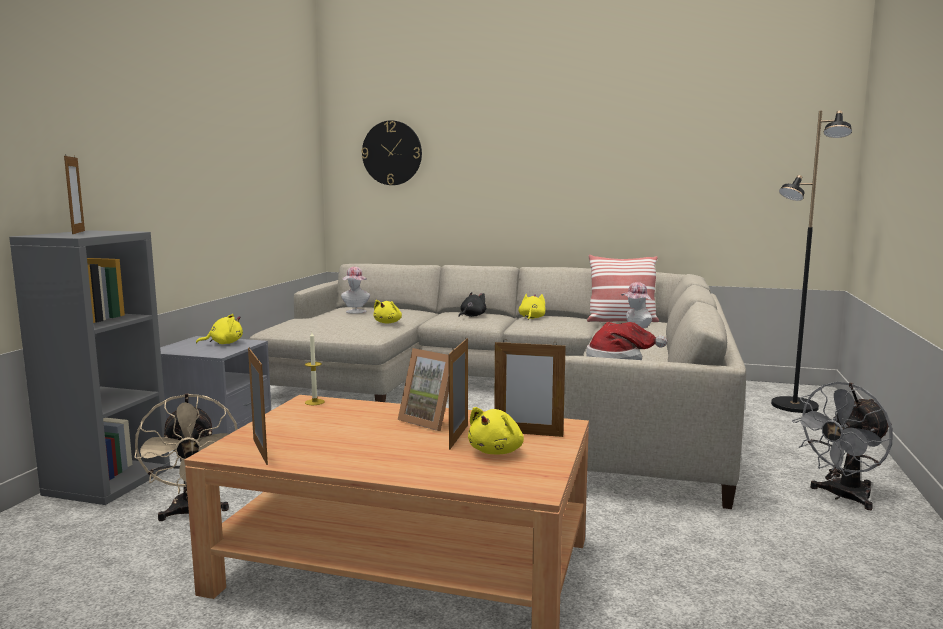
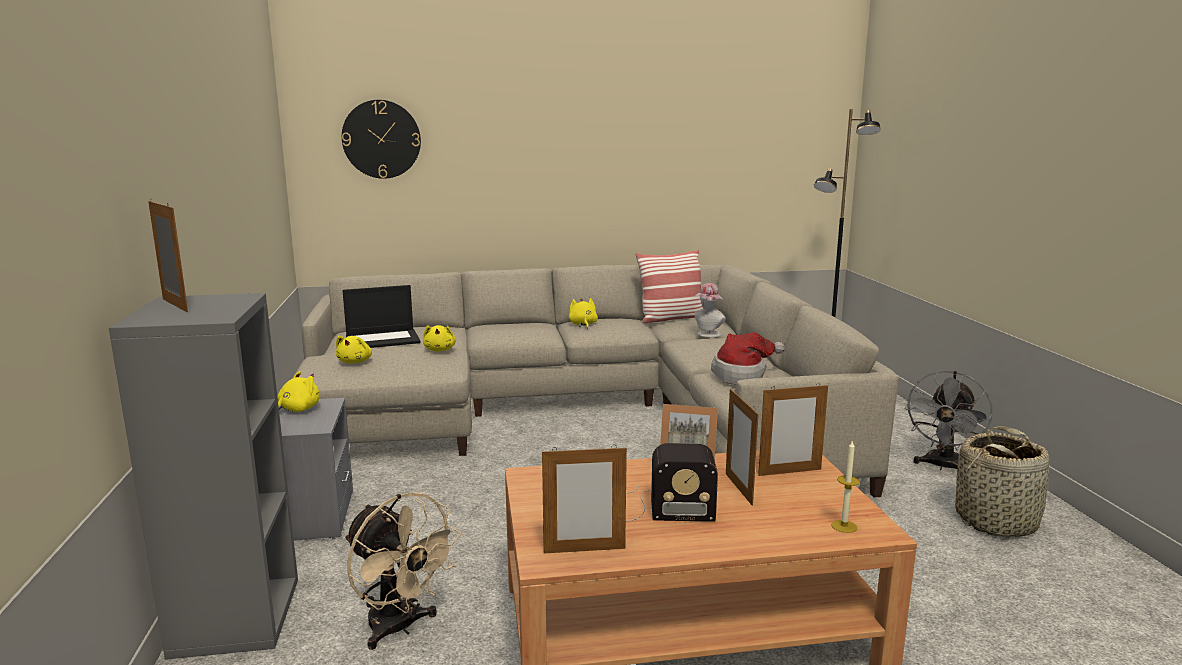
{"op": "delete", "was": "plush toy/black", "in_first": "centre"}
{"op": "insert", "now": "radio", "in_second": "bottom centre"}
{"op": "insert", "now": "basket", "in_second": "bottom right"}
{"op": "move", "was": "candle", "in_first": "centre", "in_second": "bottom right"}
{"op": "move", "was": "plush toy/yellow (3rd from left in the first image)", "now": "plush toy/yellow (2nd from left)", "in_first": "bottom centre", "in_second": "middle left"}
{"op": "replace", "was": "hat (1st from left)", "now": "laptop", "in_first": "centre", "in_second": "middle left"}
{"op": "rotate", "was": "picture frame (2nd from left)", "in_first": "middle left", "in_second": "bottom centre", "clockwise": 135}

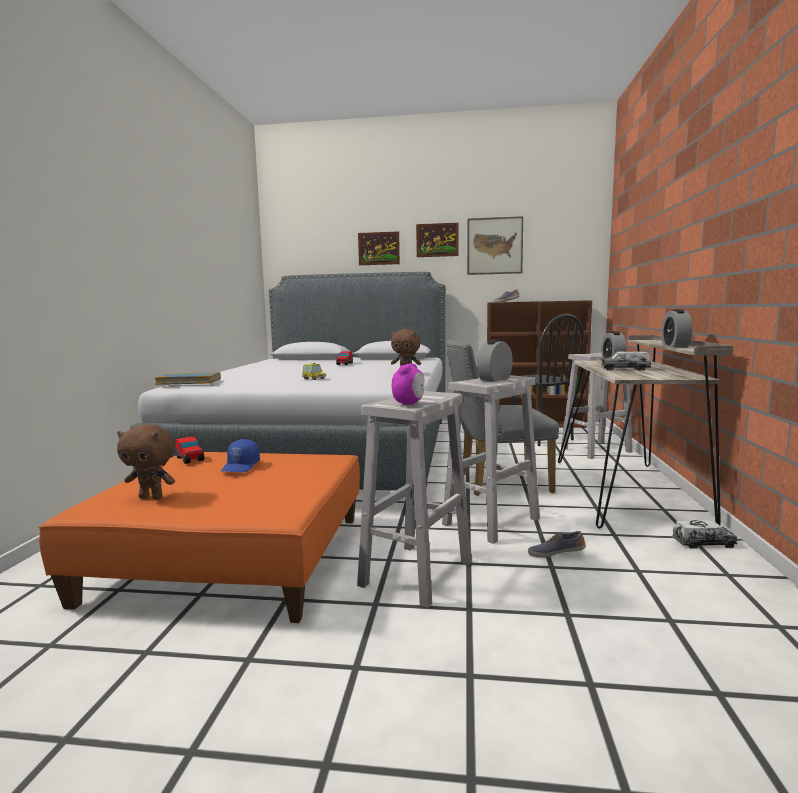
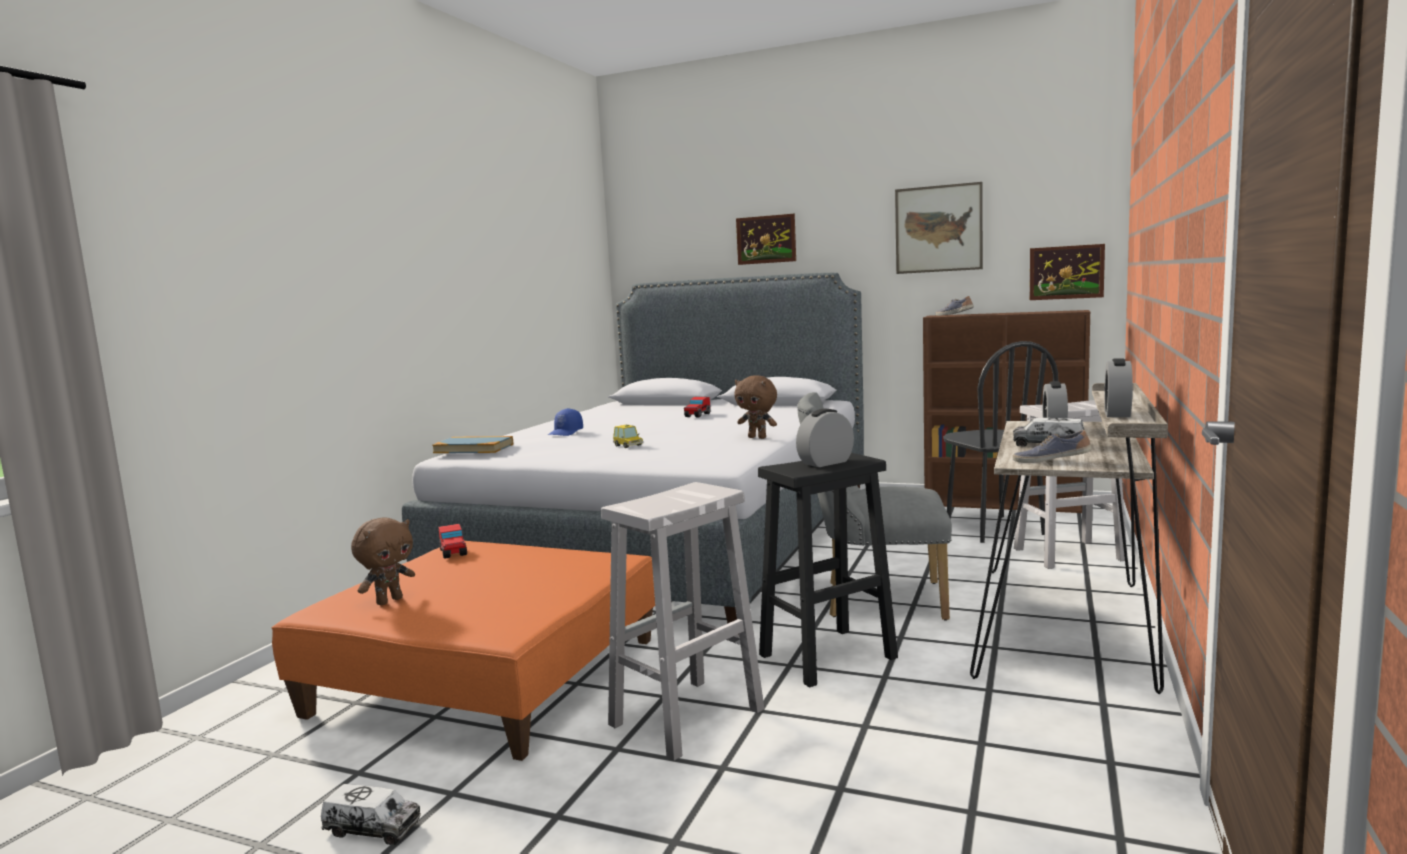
{"op": "delete", "was": "alarm clock (1st from left)", "in_first": "centre"}
{"op": "move", "was": "cap/blue", "in_first": "middle left", "in_second": "centre"}
{"op": "move", "was": "picture (2nd from left in the first image)", "now": "picture (3rd from left)", "in_first": "top centre", "in_second": "top right"}
{"op": "move", "was": "shoe (2nd from left)", "in_first": "bottom right", "in_second": "middle right"}
{"op": "move", "was": "toy truck (2nd from left in the first image)", "now": "toy truck (1st from left)", "in_first": "bottom right", "in_second": "bottom left"}
{"op": "recolor", "was": "stool/white (2nd from left)", "now": "stool/black", "in_first": "centre", "in_second": "bottom centre"}
{"op": "rotate", "was": "plush toy/brown (1st from left)", "in_first": "middle left", "in_second": "middle left", "clockwise": -75}

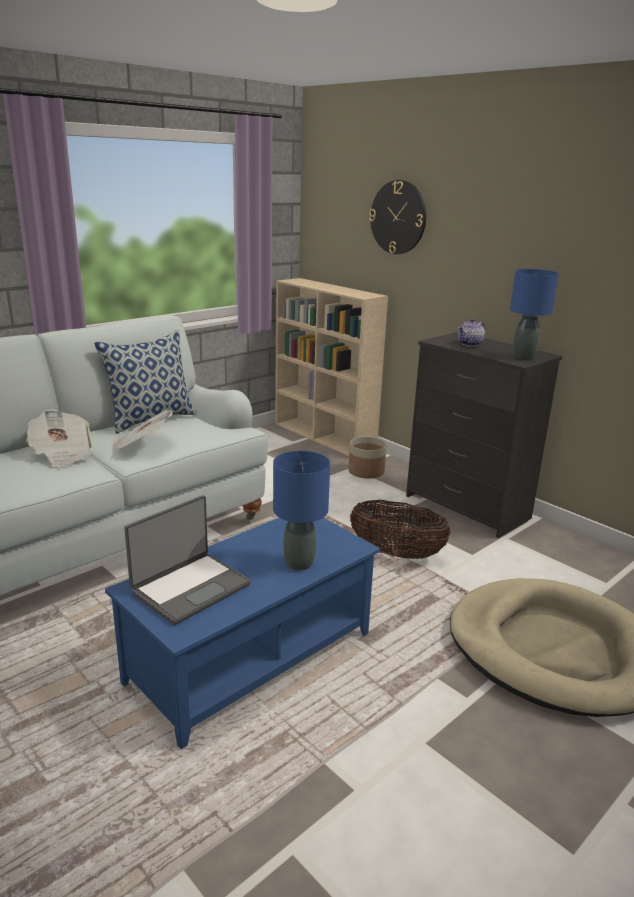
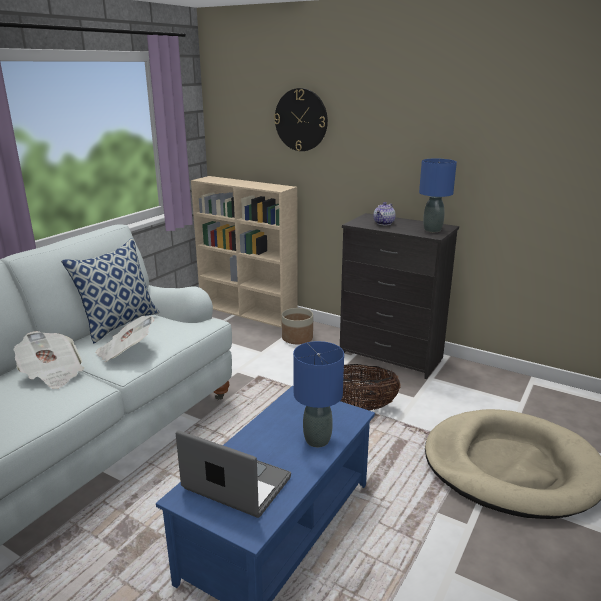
{"op": "rotate", "was": "laptop", "in_first": "middle left", "in_second": "bottom centre", "clockwise": -90}

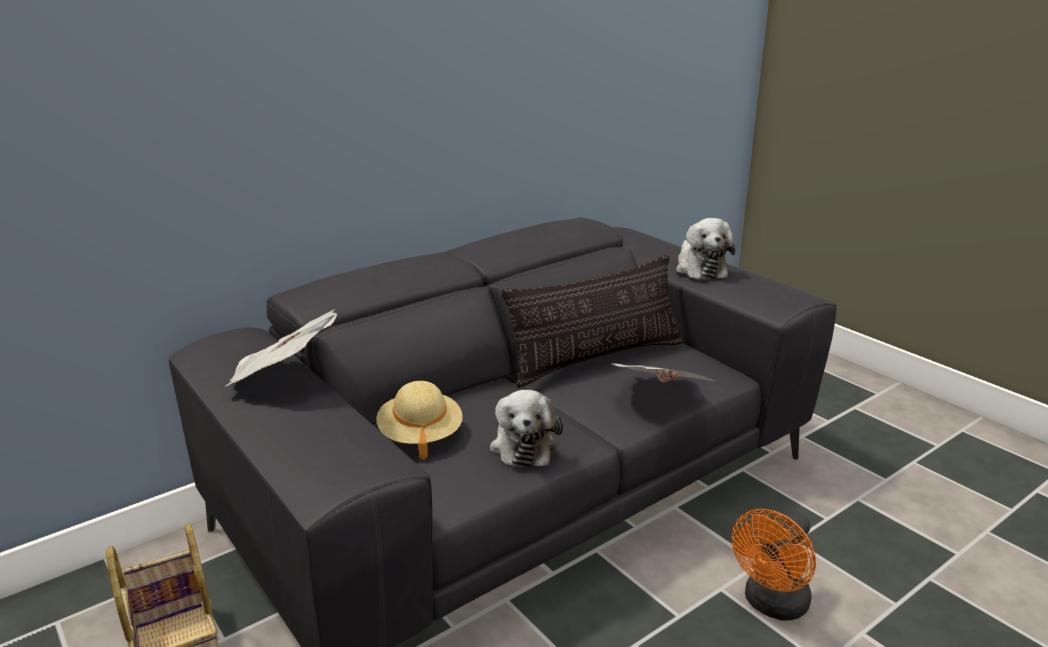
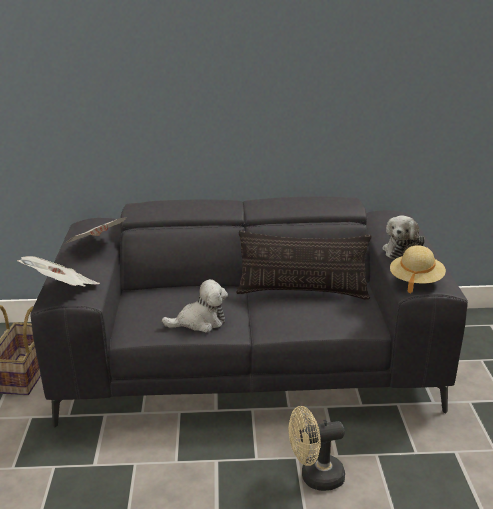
{"op": "move", "was": "hat/beige", "in_first": "centre", "in_second": "middle right"}
{"op": "move", "was": "newspaper (2nd from left in the first image)", "now": "newspaper (1st from left)", "in_first": "centre", "in_second": "middle left"}
{"op": "recolor", "was": "fan/orange", "now": "fan/beige", "in_first": "bottom right", "in_second": "bottom centre"}
{"op": "rotate", "was": "plush toy (1st from left)", "in_first": "centre", "in_second": "centre", "clockwise": -135}

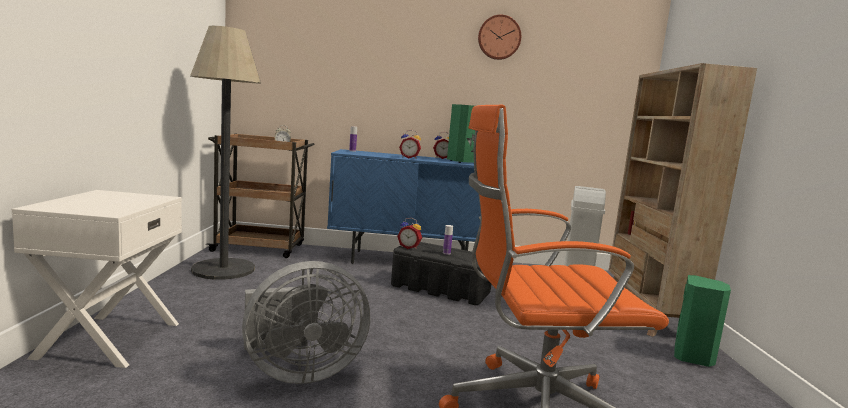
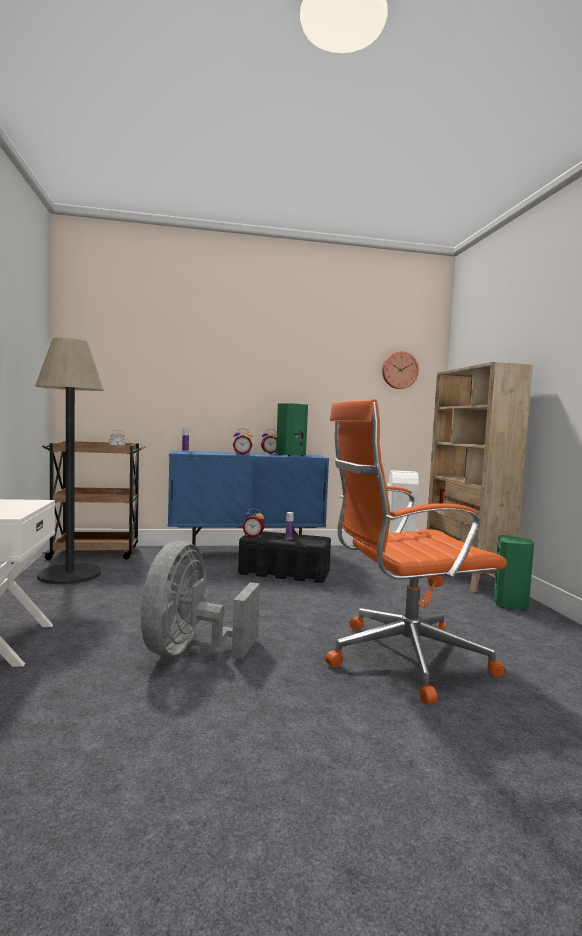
{"op": "move", "was": "wall clock", "in_first": "top centre", "in_second": "middle right"}
{"op": "rotate", "was": "fan/grey", "in_first": "bottom centre", "in_second": "centre", "clockwise": 135}

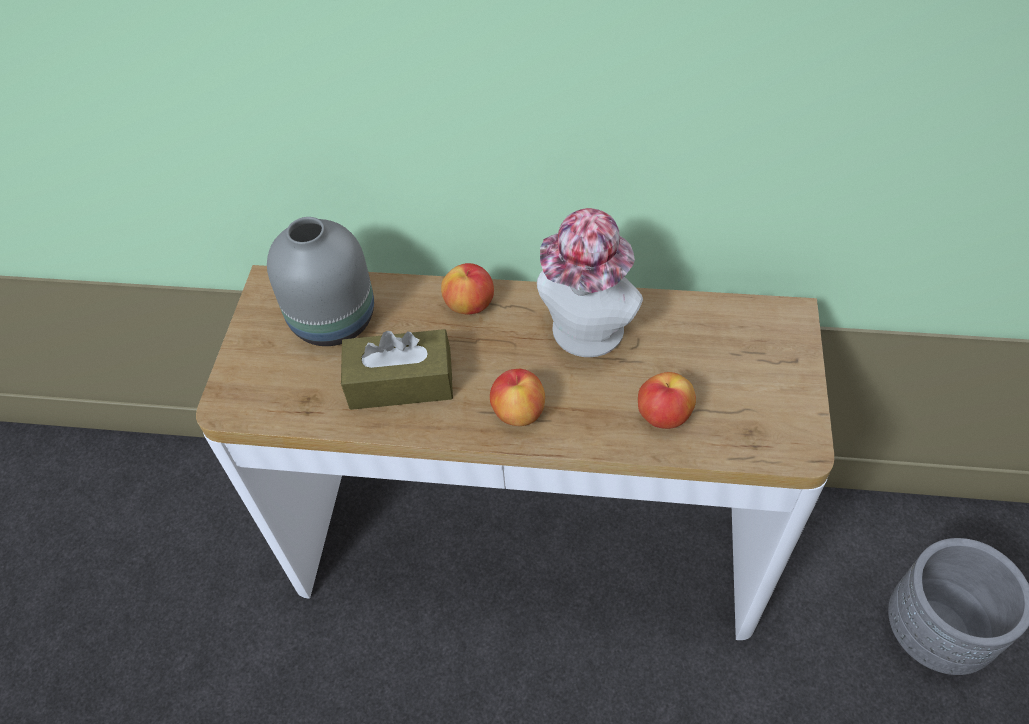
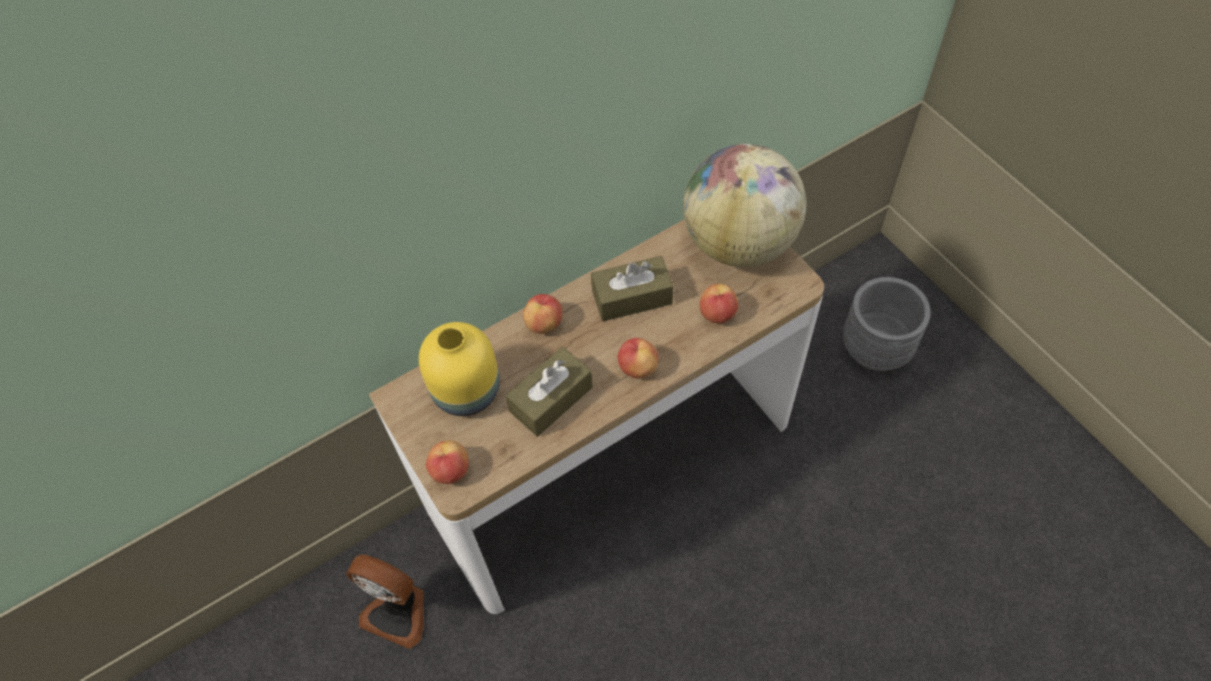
{"op": "insert", "now": "fan", "in_second": "bottom left"}
{"op": "insert", "now": "apple (1st from left)", "in_second": "bottom centre"}
{"op": "insert", "now": "globe", "in_second": "top centre"}
{"op": "replace", "was": "hat", "now": "tissue box/brown (2nd from left)", "in_first": "centre", "in_second": "centre"}
{"op": "recolor", "was": "vase/grey", "now": "vase/yellow", "in_first": "middle left", "in_second": "centre"}

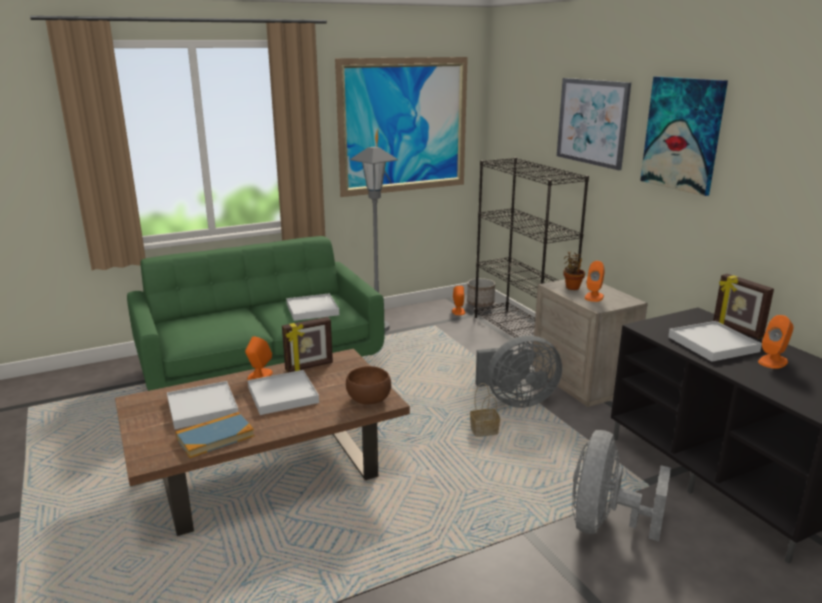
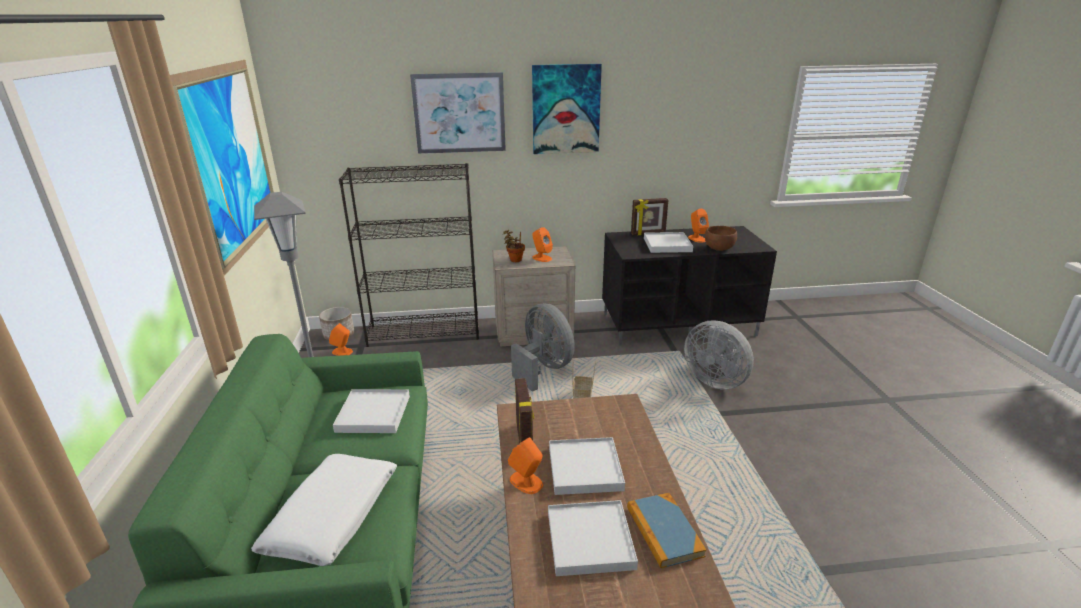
{"op": "insert", "now": "pillow/white", "in_second": "bottom left"}
{"op": "move", "was": "bowl/brown", "in_first": "centre", "in_second": "middle right"}
{"op": "rotate", "was": "fan/grey (1st from left)", "in_first": "centre", "in_second": "centre", "clockwise": -45}

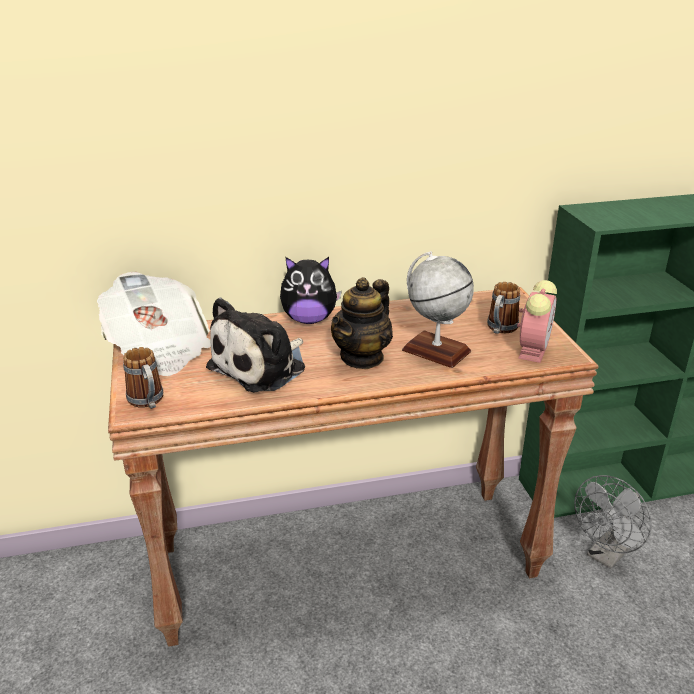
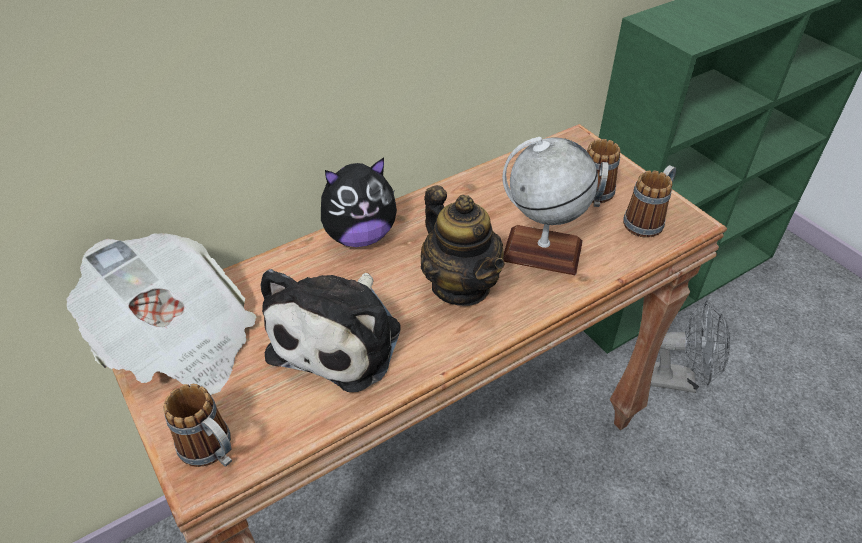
{"op": "replace", "was": "alarm clock", "now": "mug (3rd from left)", "in_first": "middle right", "in_second": "middle right"}
{"op": "rotate", "was": "teapot", "in_first": "centre", "in_second": "centre", "clockwise": -45}
{"op": "rotate", "was": "fan/grey", "in_first": "bottom right", "in_second": "middle right", "clockwise": -105}

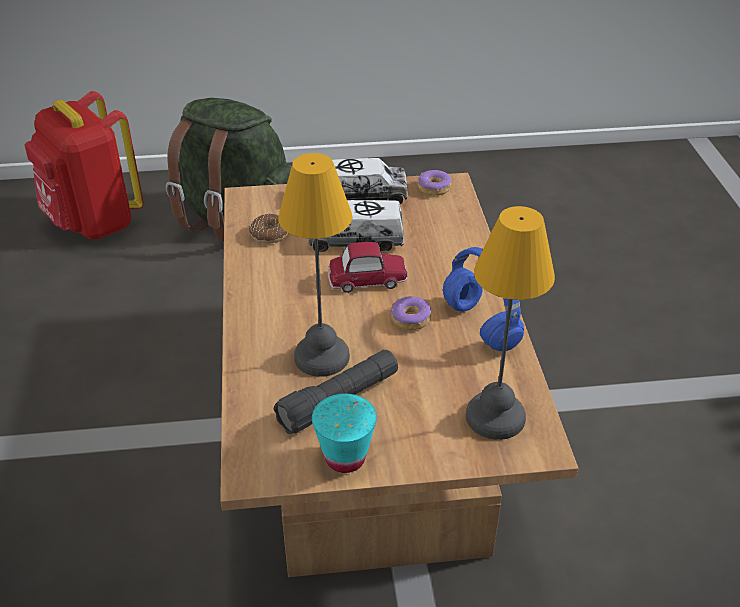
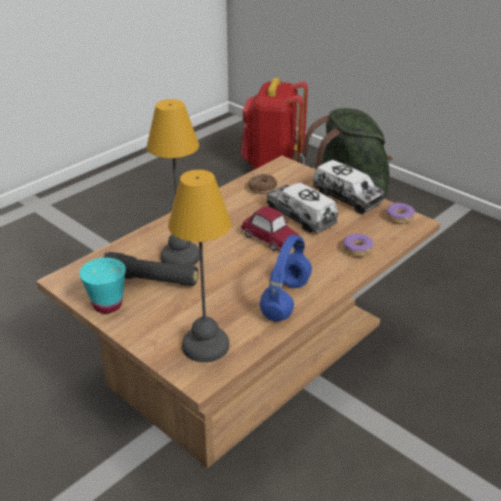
{"op": "move", "was": "donut (2nd from left)", "in_first": "centre", "in_second": "middle right"}

